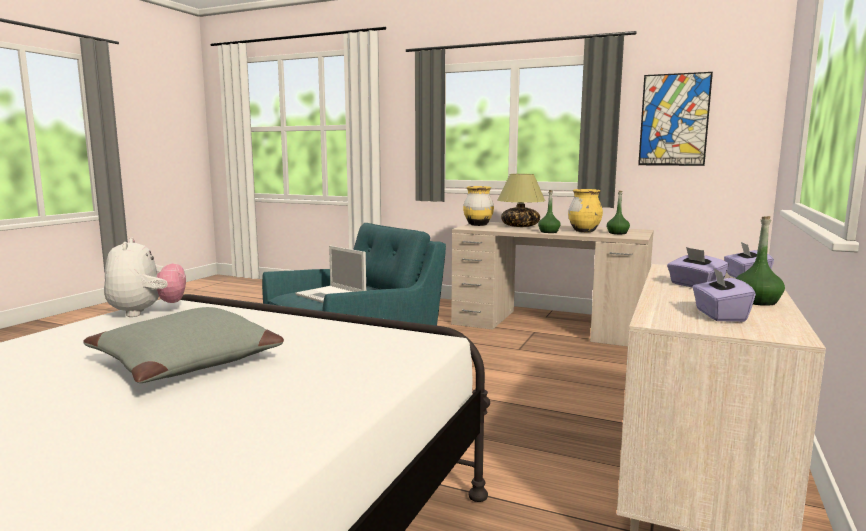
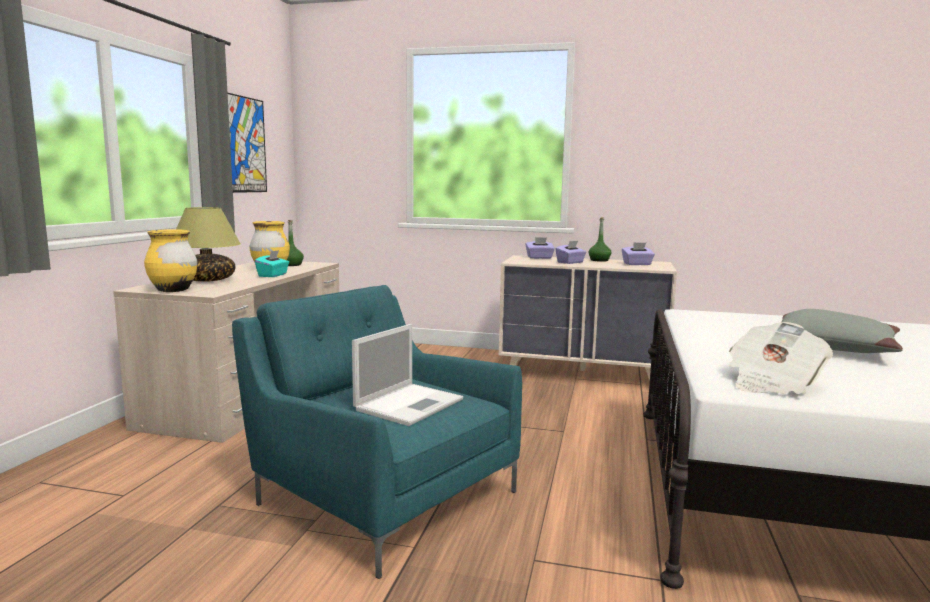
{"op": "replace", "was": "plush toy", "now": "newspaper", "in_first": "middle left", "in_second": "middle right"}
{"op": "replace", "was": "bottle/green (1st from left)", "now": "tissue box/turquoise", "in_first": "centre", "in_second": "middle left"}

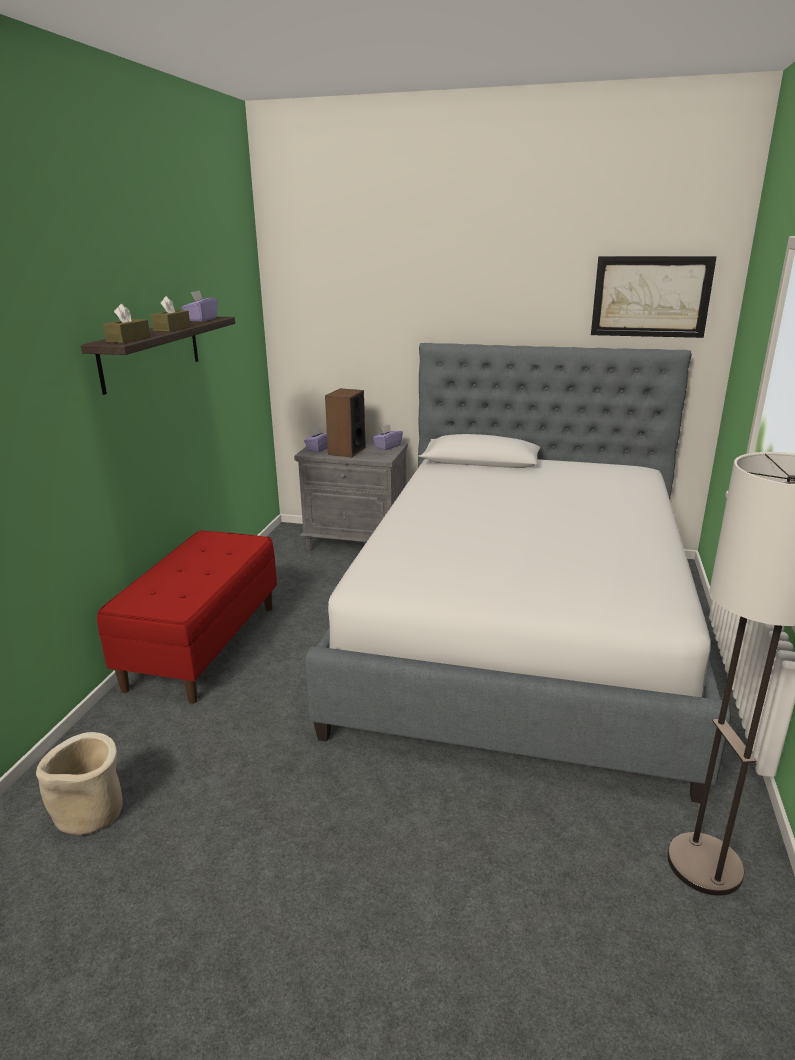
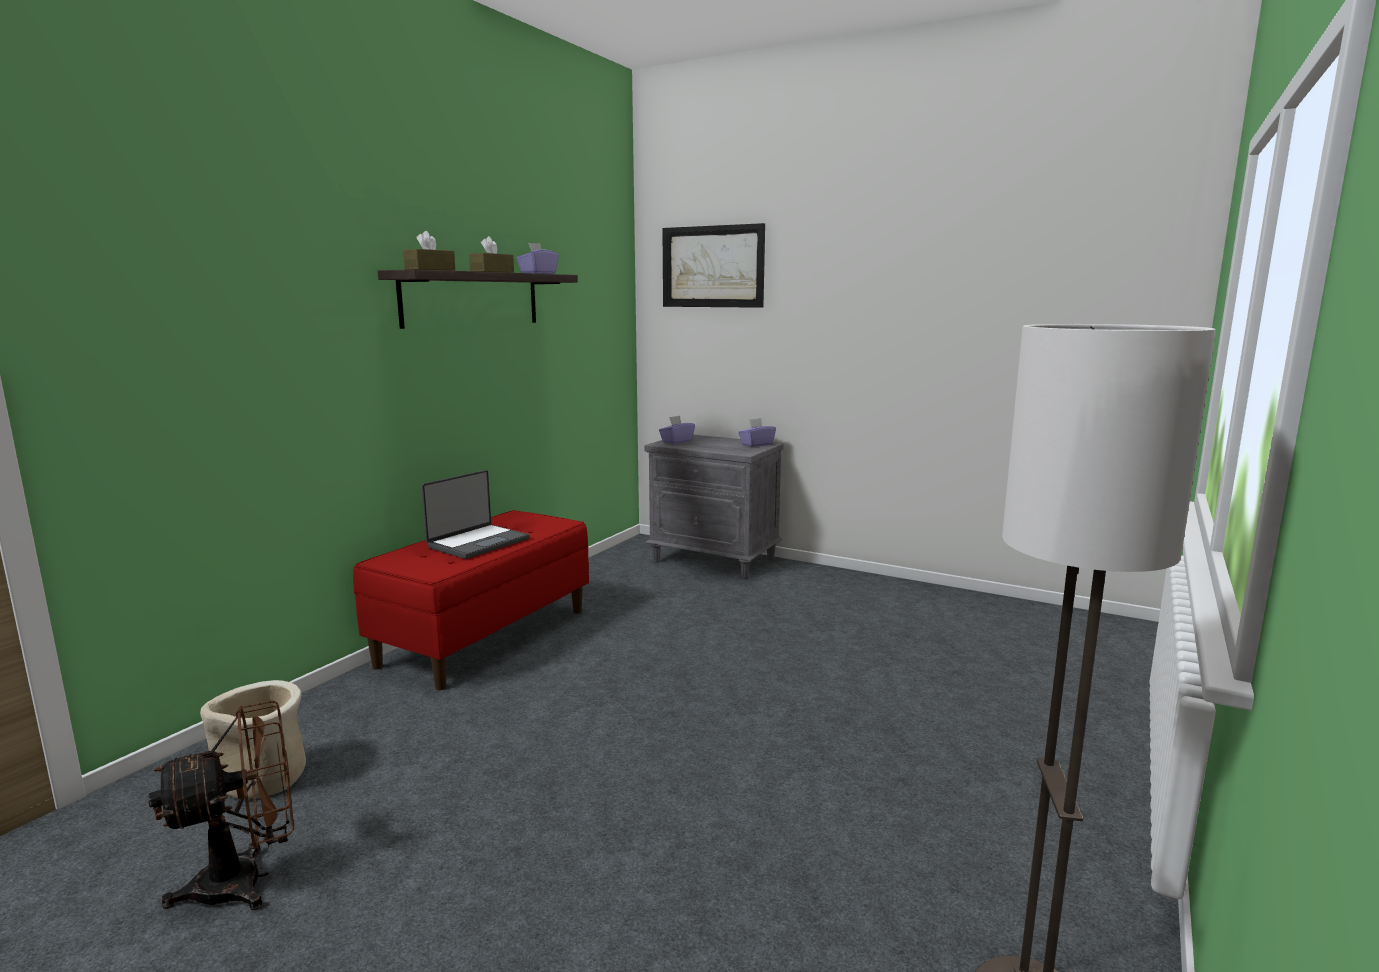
{"op": "delete", "was": "bed", "in_first": "centre"}
{"op": "delete", "was": "speaker", "in_first": "centre"}
{"op": "insert", "now": "fan/brown", "in_second": "bottom left"}
{"op": "insert", "now": "laptop", "in_second": "centre"}
{"op": "move", "was": "picture", "in_first": "top right", "in_second": "top centre"}

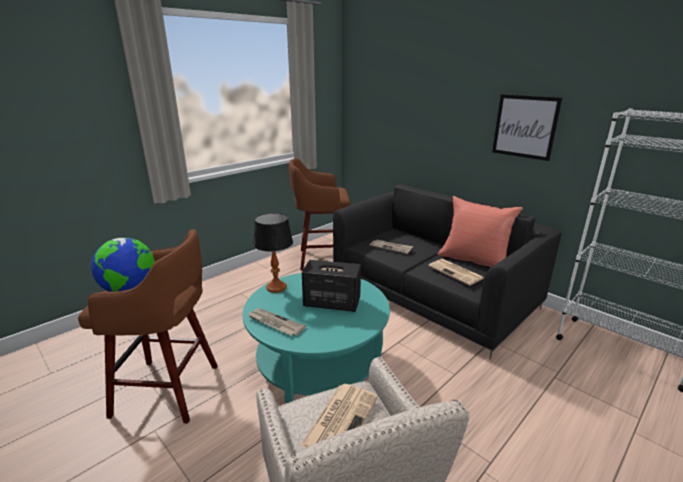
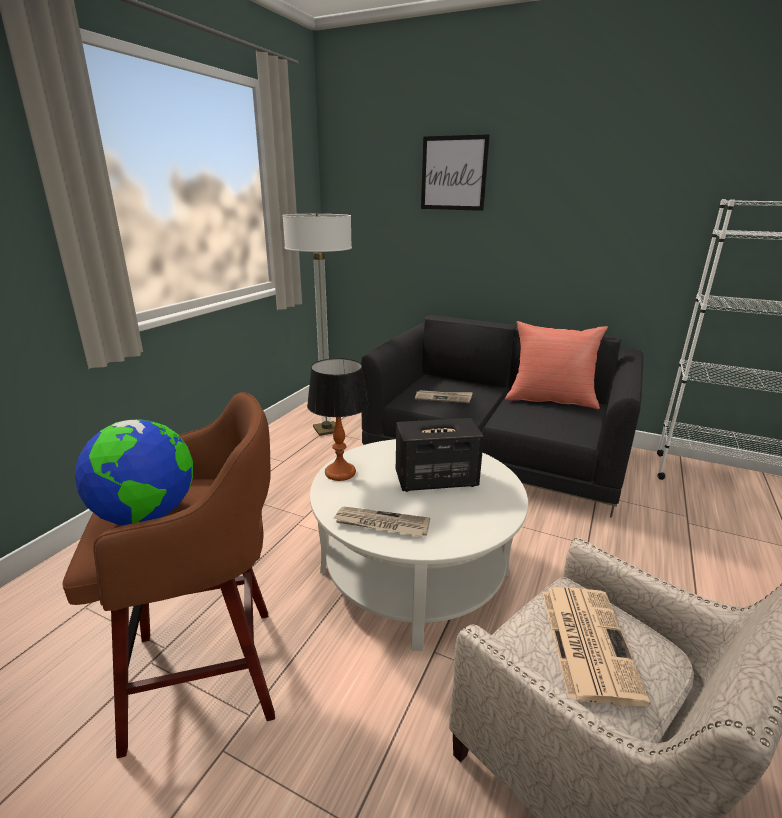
{"op": "delete", "was": "newspaper (4th from left)", "in_first": "middle right"}
{"op": "move", "was": "picture", "in_first": "top right", "in_second": "top centre"}
{"op": "replace", "was": "stool/brown (2nd from left)", "now": "floor lamp", "in_first": "centre", "in_second": "centre"}
{"op": "recolor", "was": "coffee table/turquoise", "now": "coffee table/white", "in_first": "bottom centre", "in_second": "centre"}

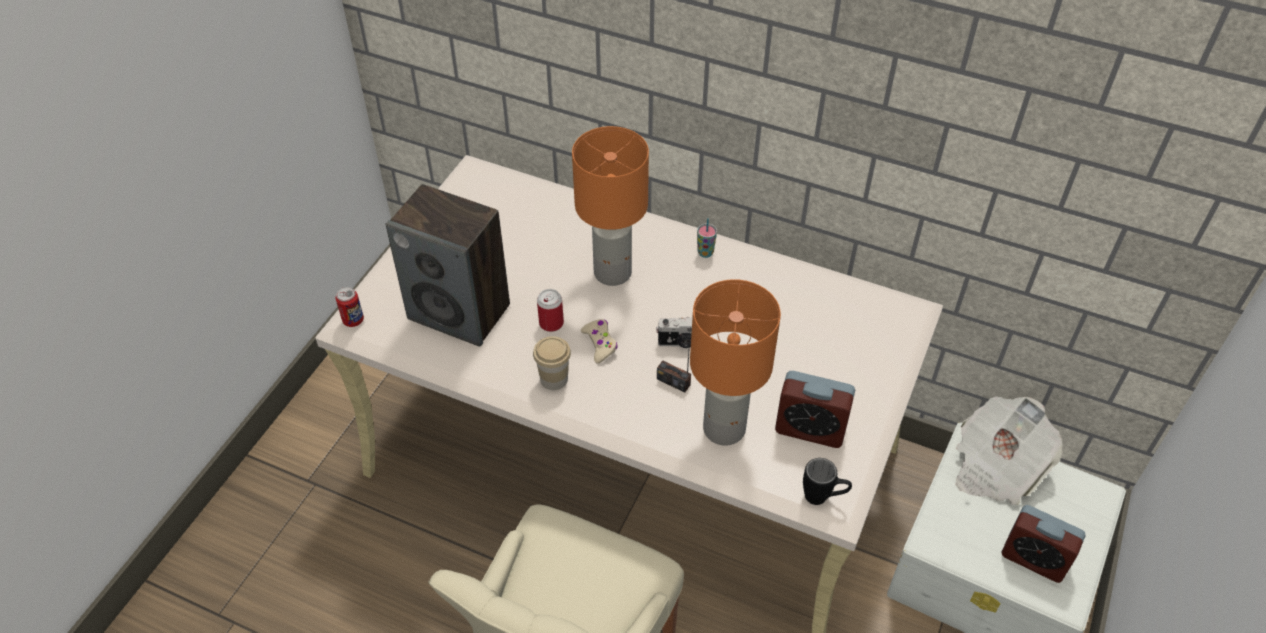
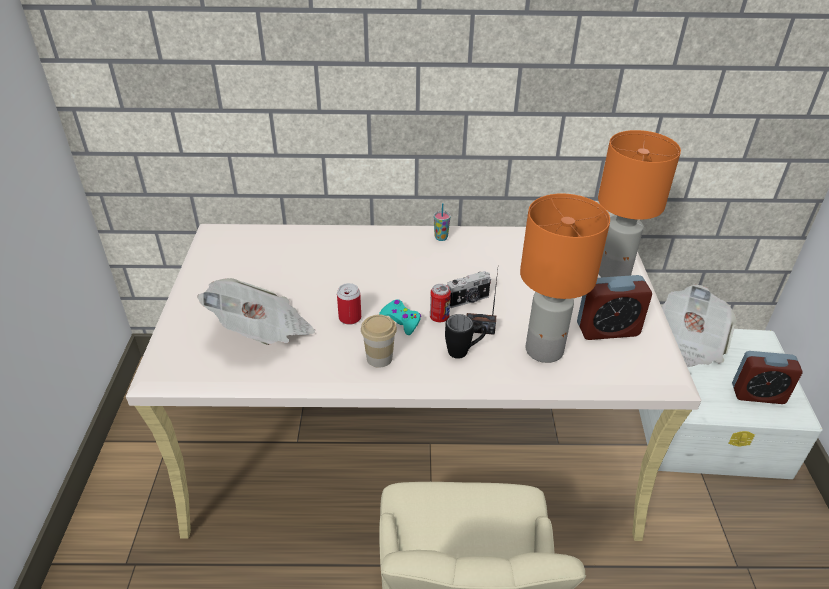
{"op": "move", "was": "can (1st from left in the first image)", "now": "can (2nd from left)", "in_first": "middle left", "in_second": "centre"}
{"op": "move", "was": "table lamp/orange (1st from left in the first image)", "now": "table lamp/orange (2nd from left)", "in_first": "top centre", "in_second": "middle right"}
{"op": "move", "was": "mug/black", "in_first": "bottom centre", "in_second": "centre"}
{"op": "replace", "was": "speaker", "now": "newspaper (1st from left)", "in_first": "centre", "in_second": "middle left"}
{"op": "recolor", "was": "game controller/beige", "now": "game controller/turquoise", "in_first": "centre", "in_second": "centre"}

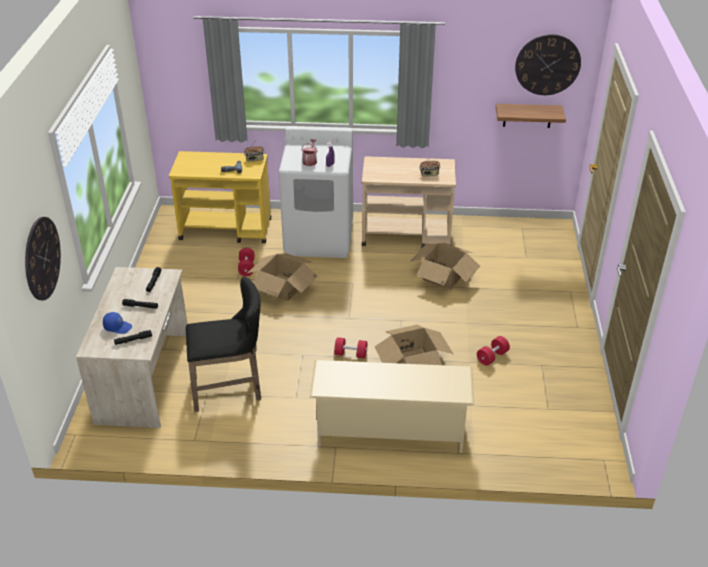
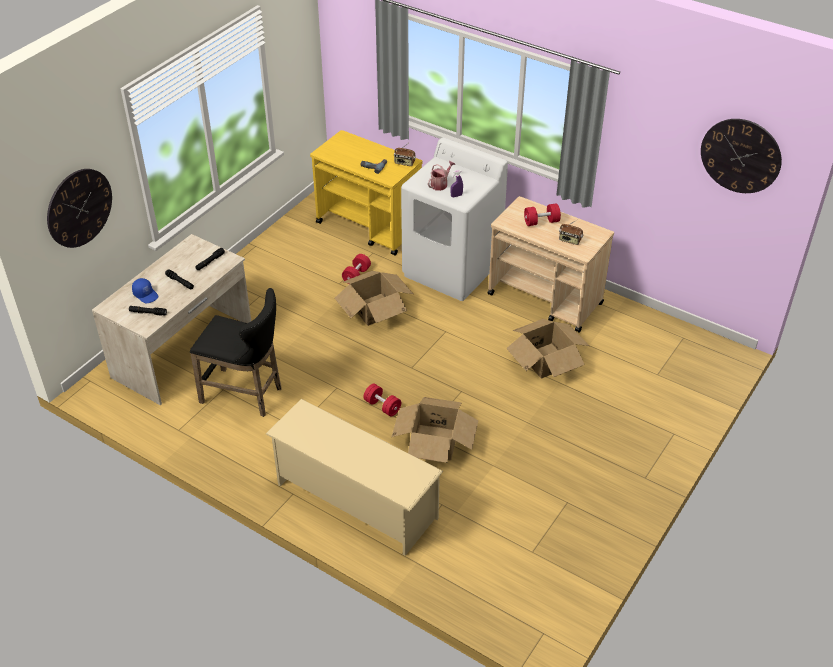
{"op": "delete", "was": "shelf", "in_first": "top right"}
{"op": "move", "was": "dumbbell/red (3rd from left)", "in_first": "middle right", "in_second": "top centre"}

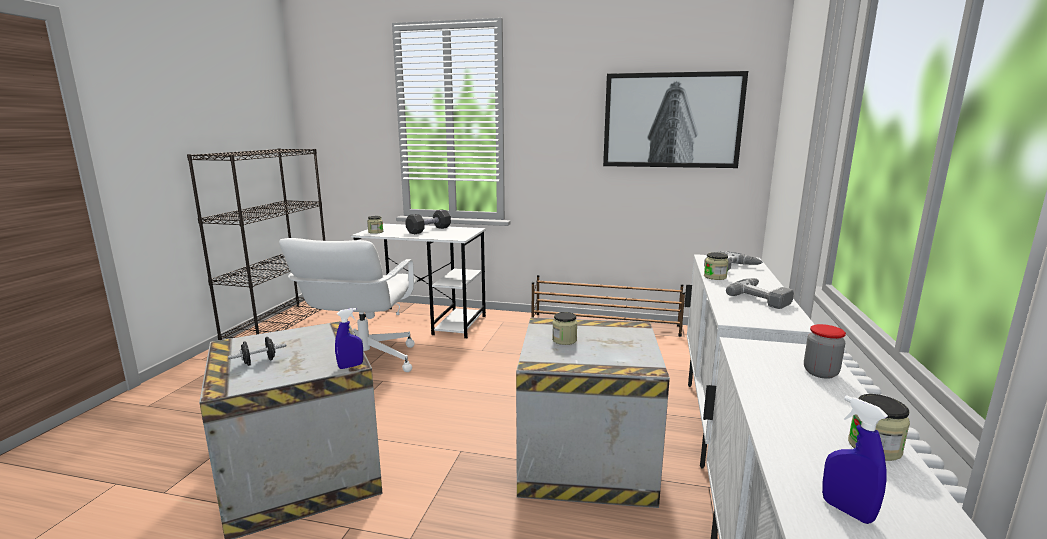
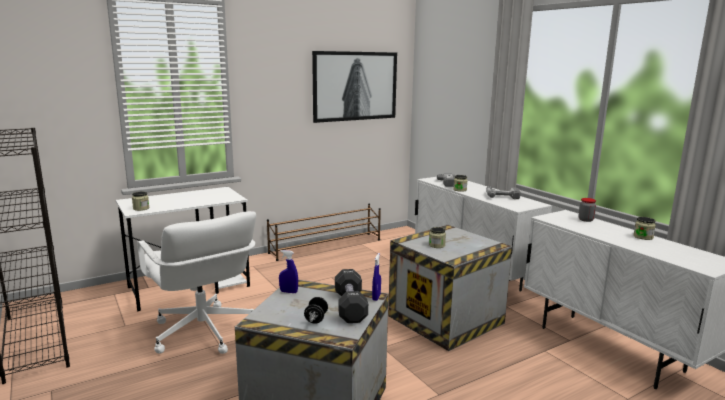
{"op": "move", "was": "dumbbell/black (2nd from left)", "in_first": "centre", "in_second": "bottom centre"}
{"op": "move", "was": "spray bottle/blue (2nd from left in the first image)", "now": "spray bottle/blue (1st from left)", "in_first": "bottom right", "in_second": "bottom centre"}

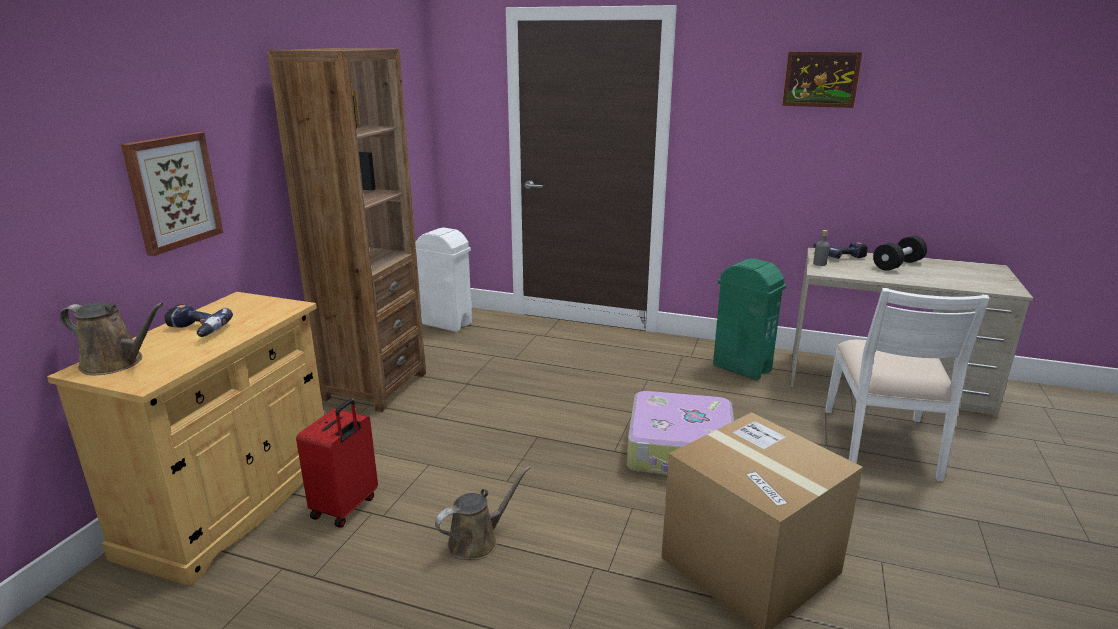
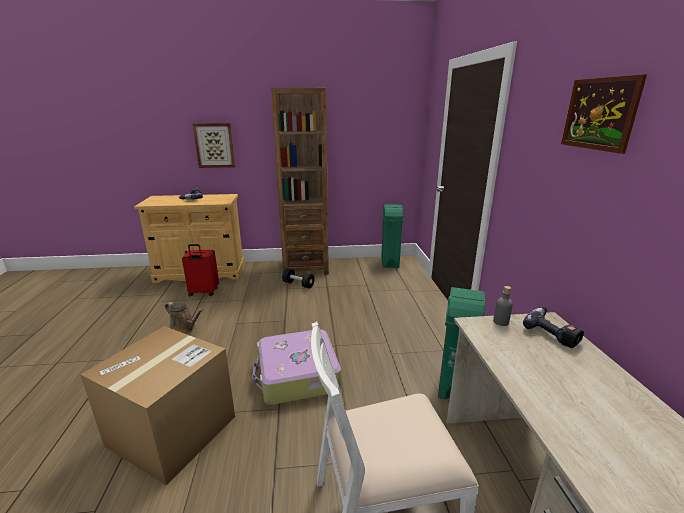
{"op": "delete", "was": "watering can/brown (1st from left)", "in_first": "middle left"}
{"op": "move", "was": "dumbbell/black", "in_first": "middle right", "in_second": "centre"}
{"op": "recolor", "was": "trash can/white", "now": "trash can/green (1st from left)", "in_first": "centre", "in_second": "centre"}

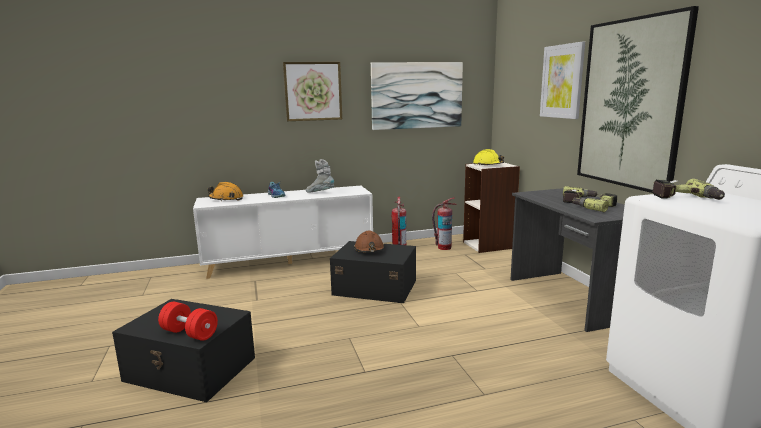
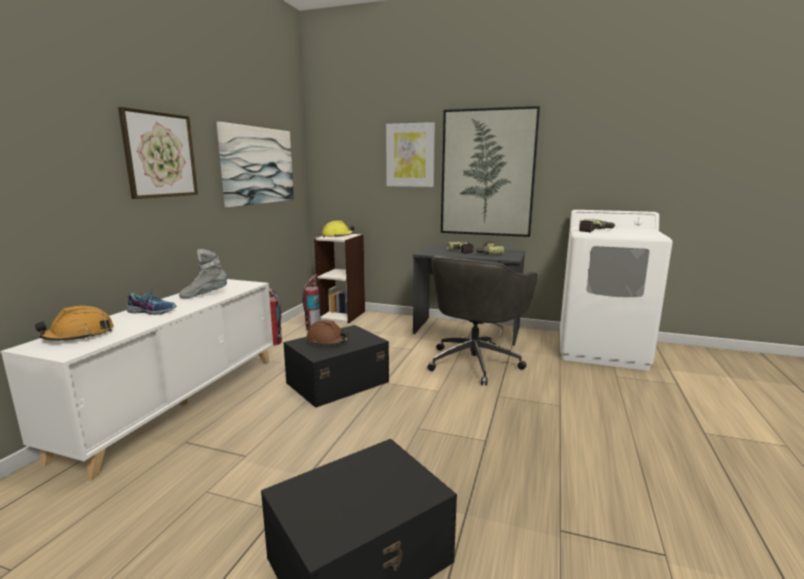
{"op": "delete", "was": "dumbbell/red", "in_first": "bottom left"}
{"op": "insert", "now": "office chair/grey", "in_second": "centre"}

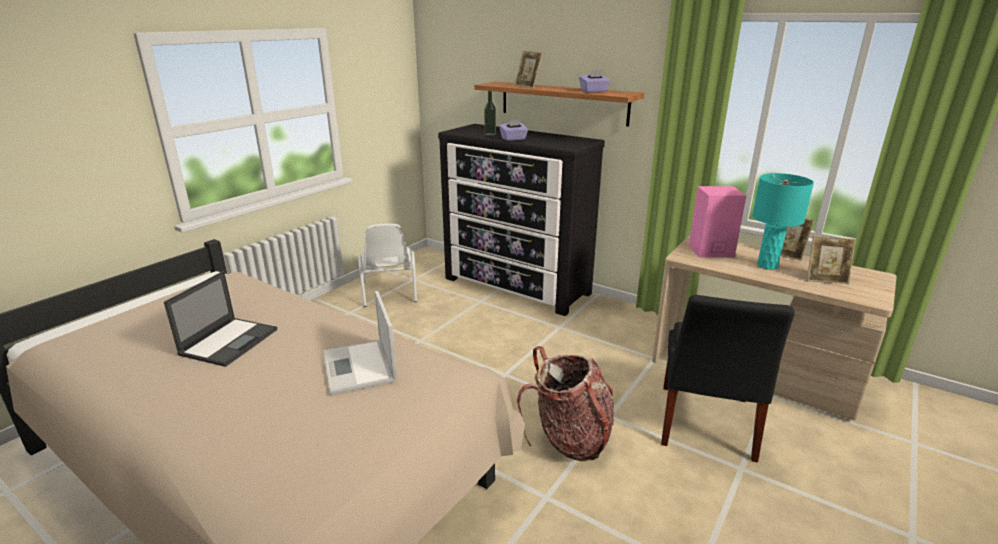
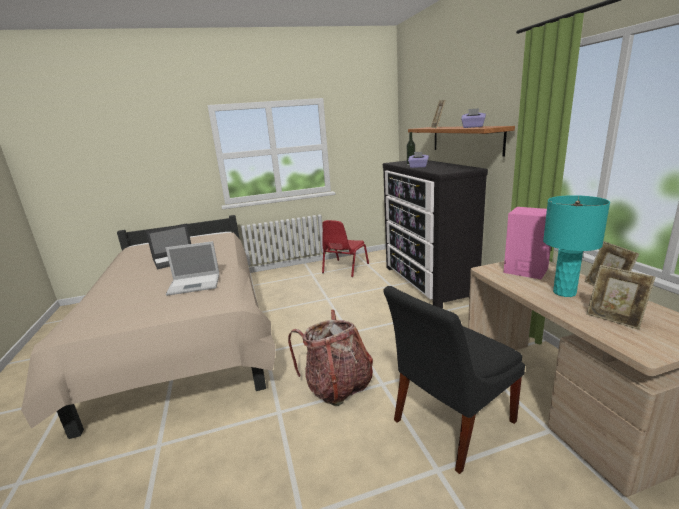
{"op": "recolor", "was": "chair/white", "now": "chair/red", "in_first": "centre", "in_second": "centre"}
{"op": "rotate", "was": "laptop (2nd from left)", "in_first": "centre", "in_second": "middle left", "clockwise": -120}

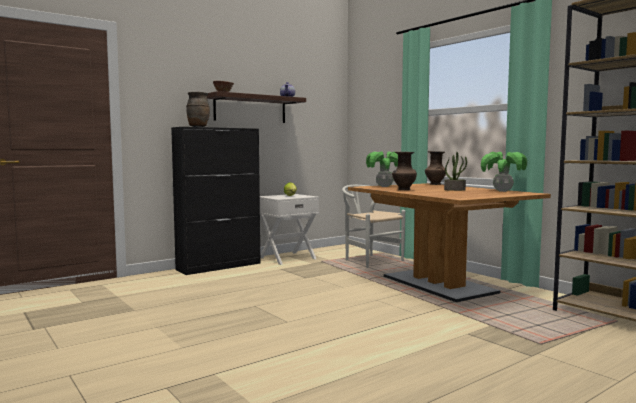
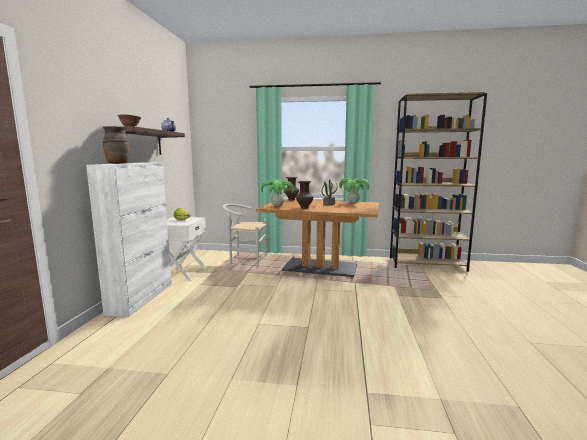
{"op": "recolor", "was": "cabinet/black", "now": "cabinet/white", "in_first": "centre", "in_second": "middle left"}

